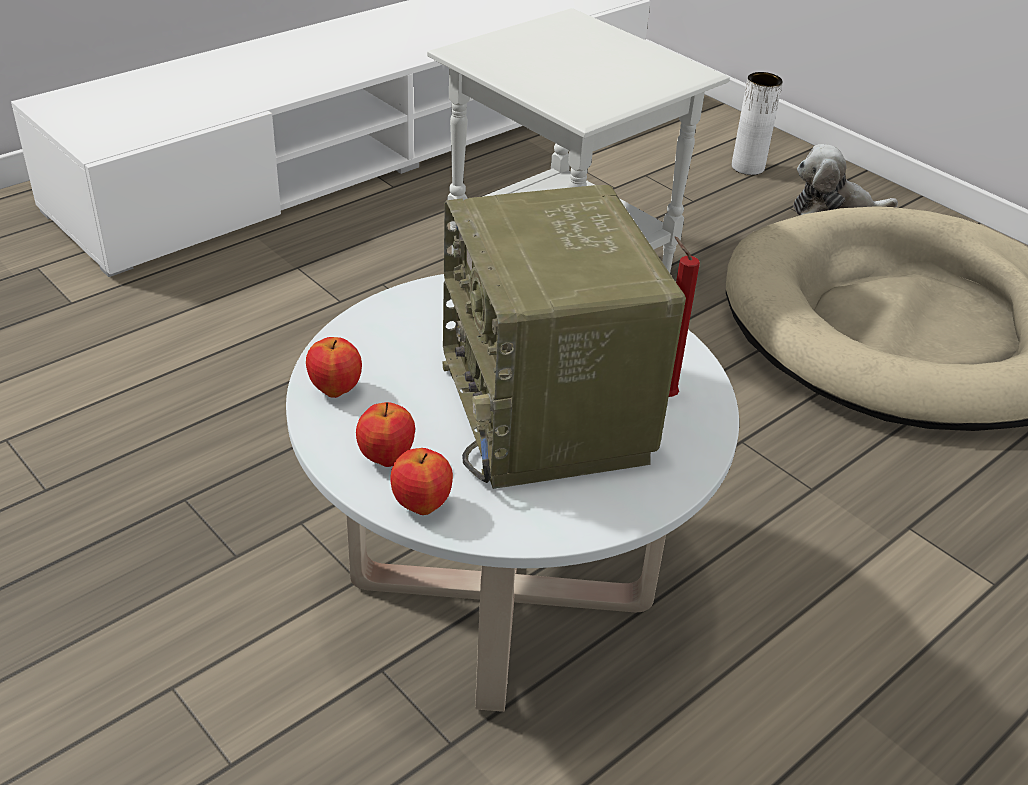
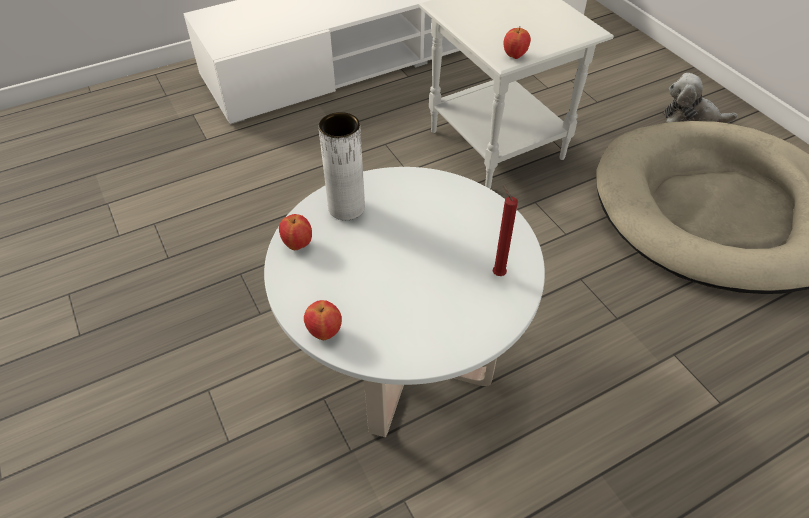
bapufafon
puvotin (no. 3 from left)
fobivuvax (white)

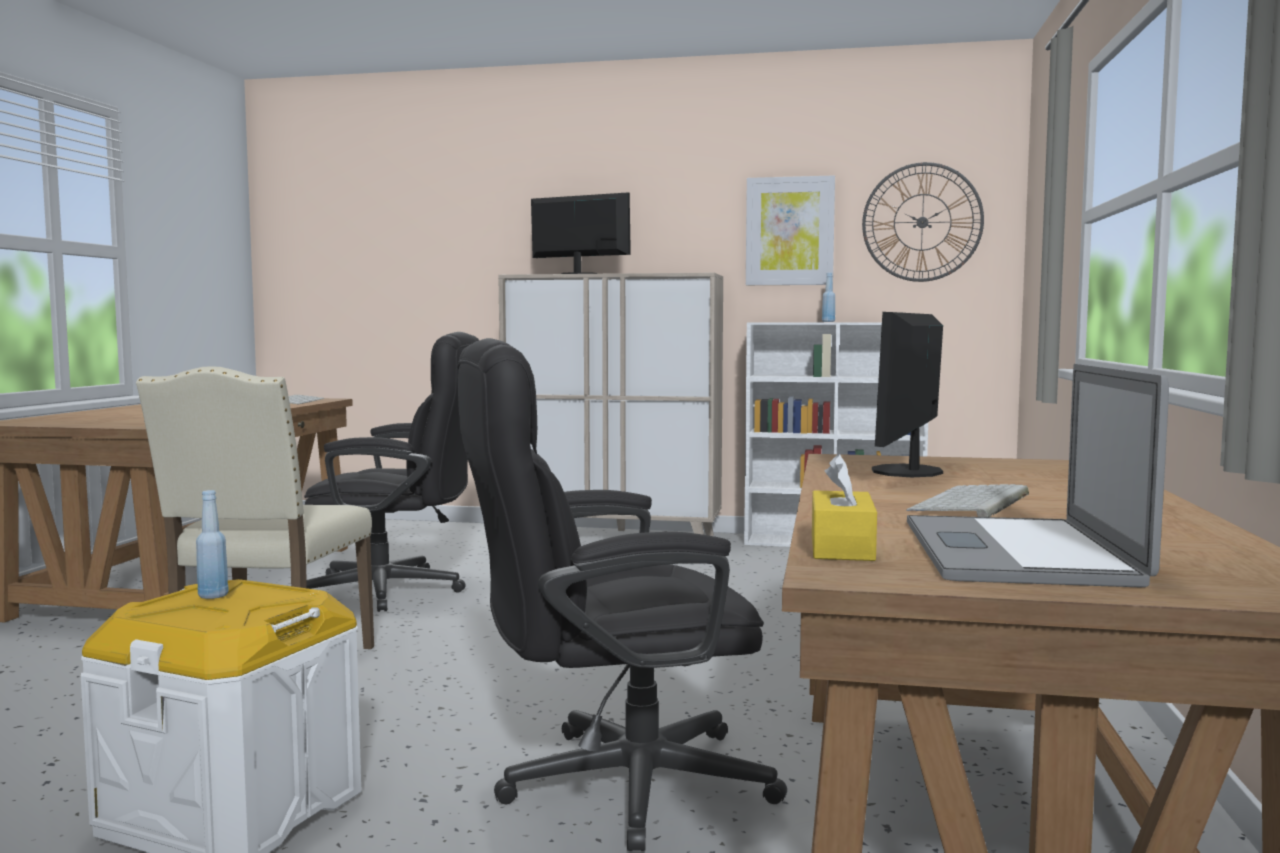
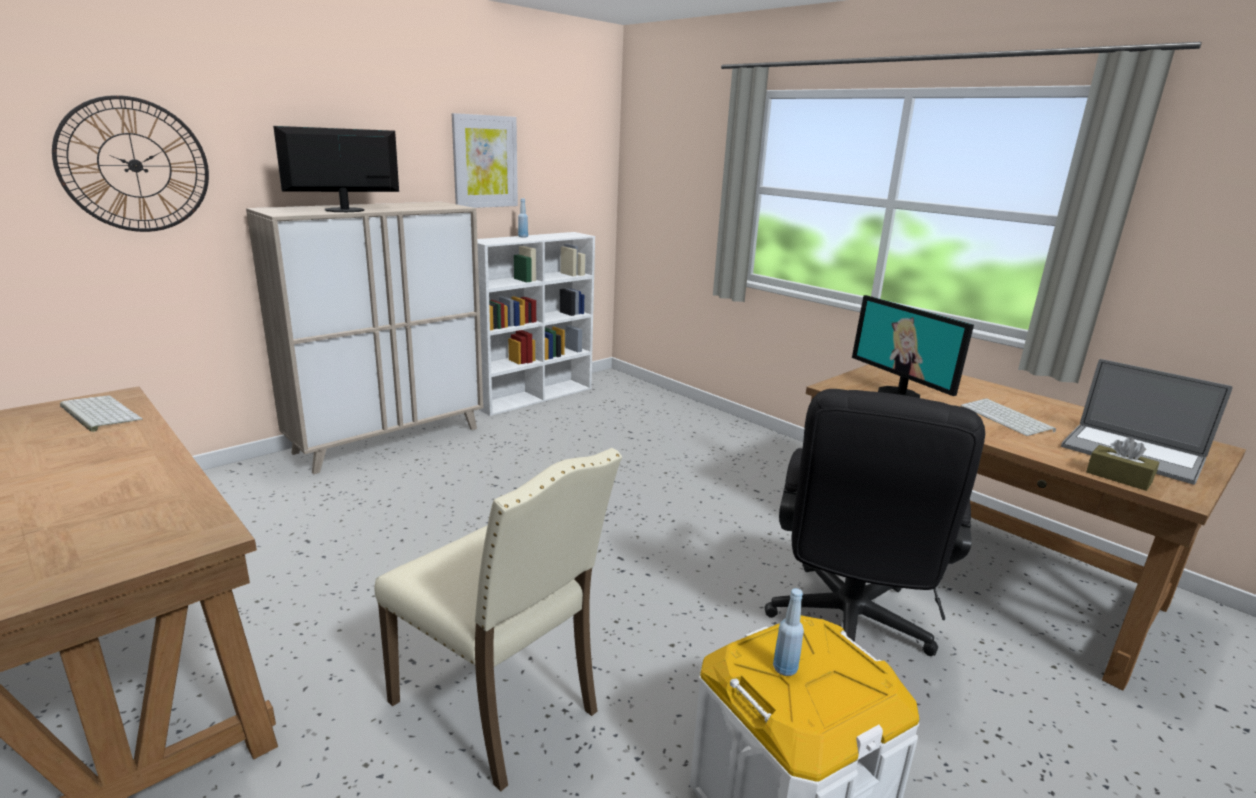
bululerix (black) (no. 1 from left in the first image)
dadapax
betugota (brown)

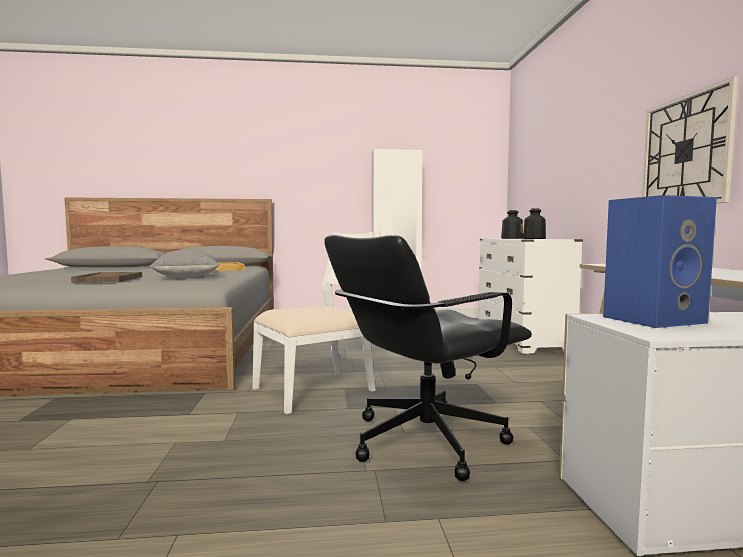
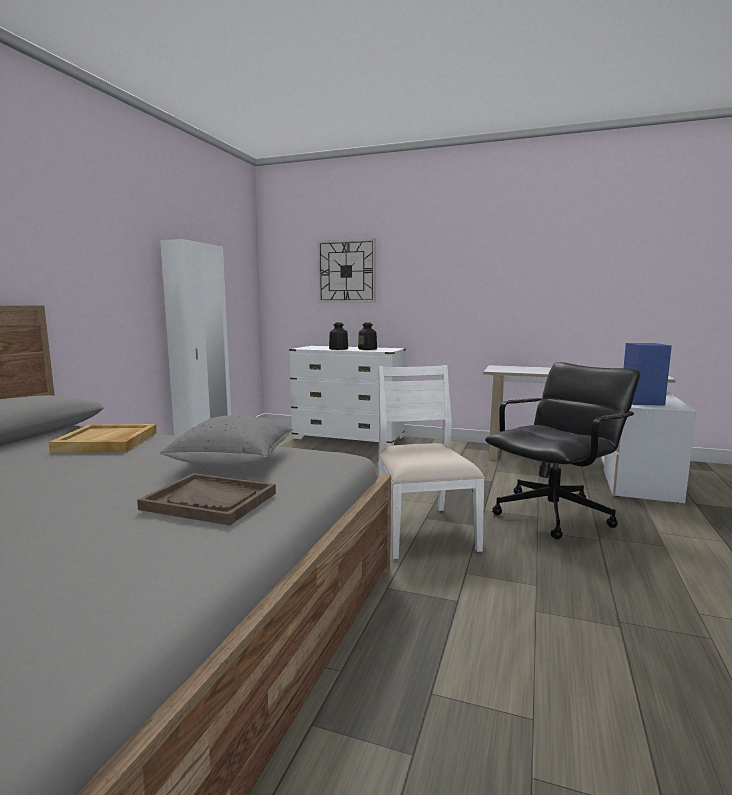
dadapax
bululerix (black)

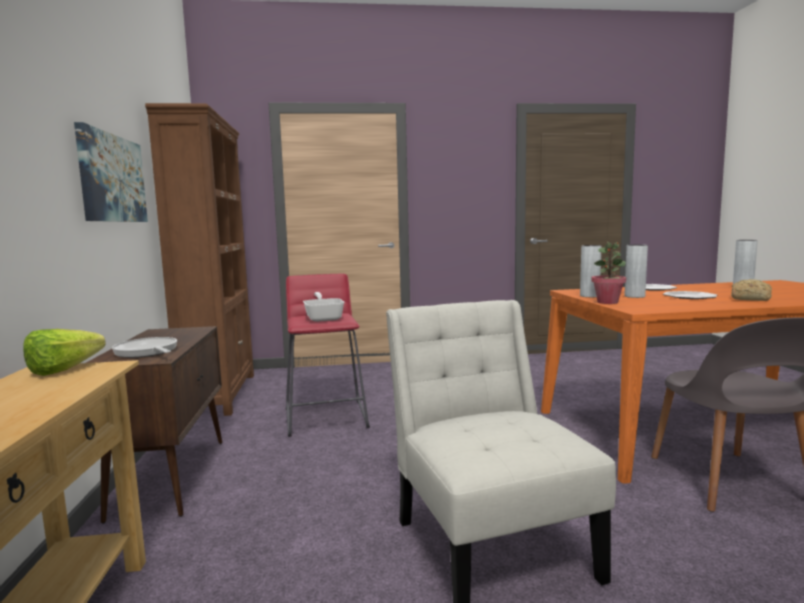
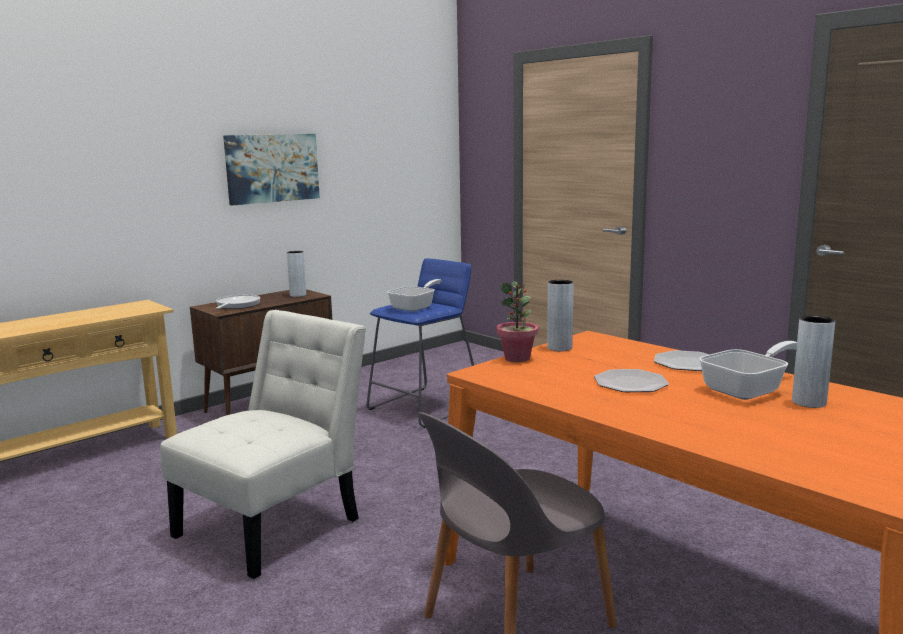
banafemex
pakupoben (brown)
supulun
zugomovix (no. 3 from left)
fobivuvax (grey) (no. 1 from left)
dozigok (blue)

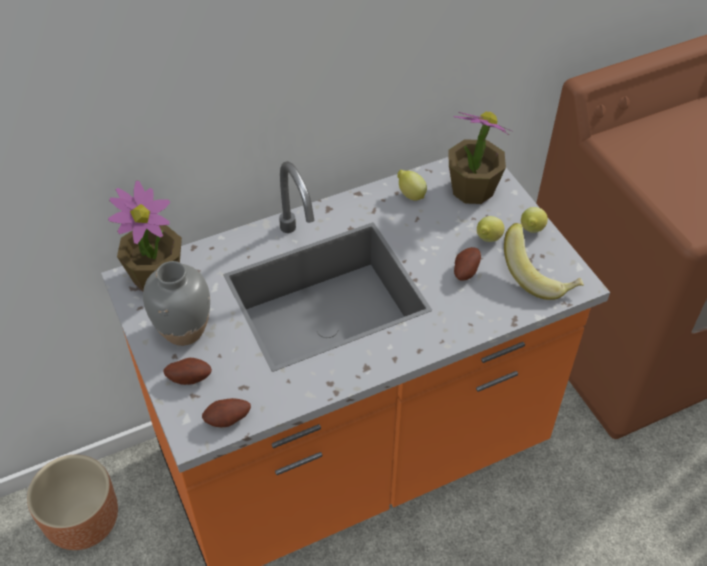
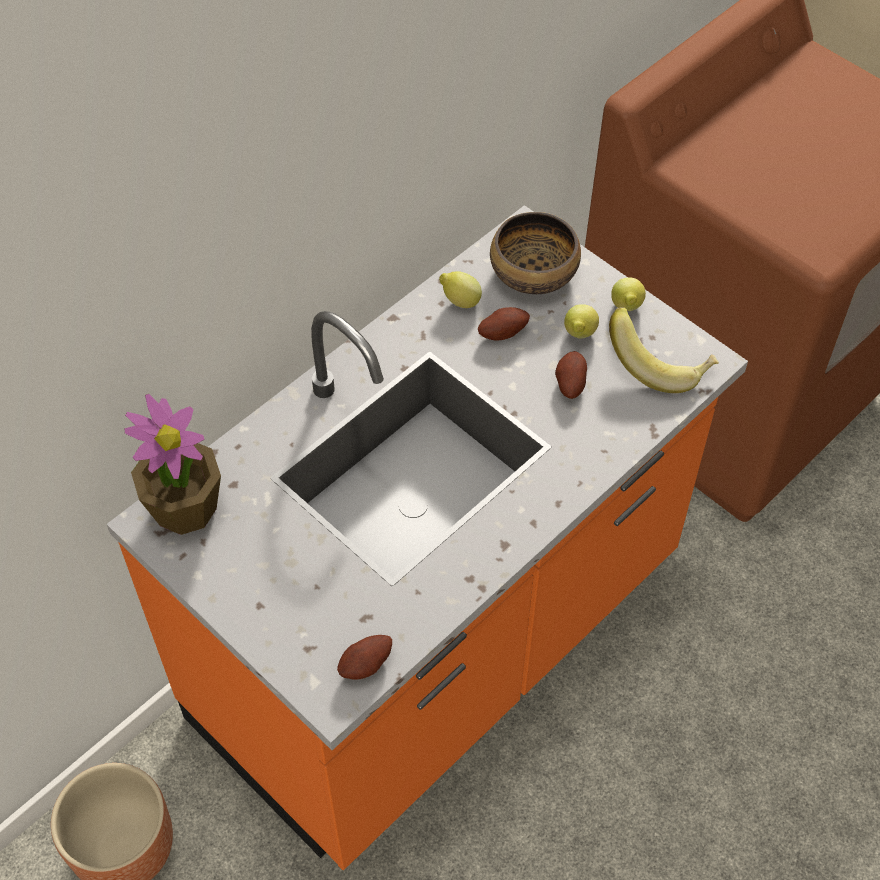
fobivuvax (grey)
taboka (no. 2 from left)
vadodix

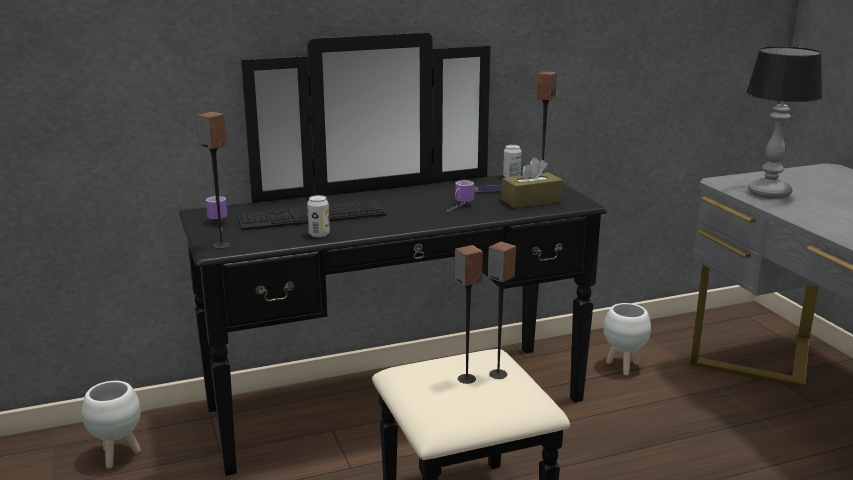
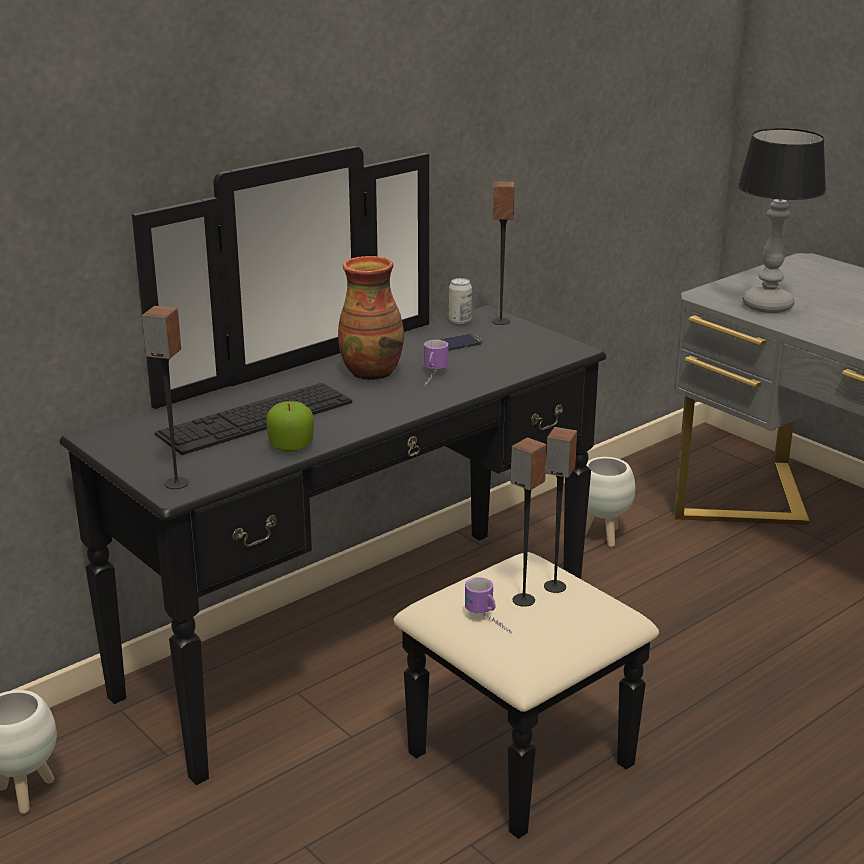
betugota (brown)
fobivuvax
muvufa (no. 2 from left)
puvotin

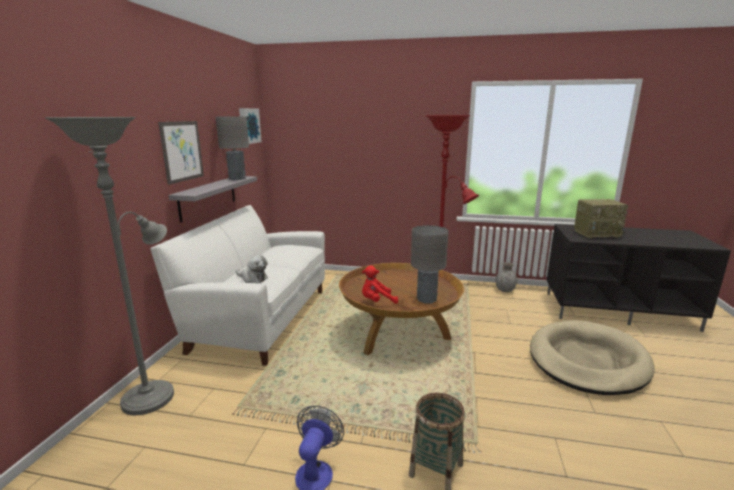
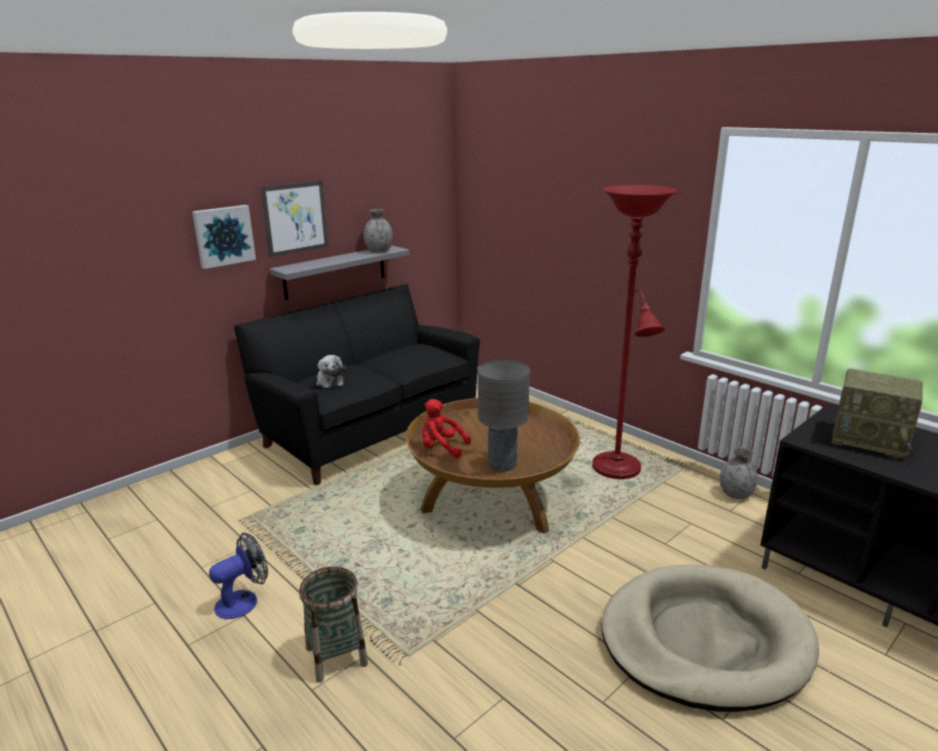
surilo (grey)
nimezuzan (no. 1 from left)
fobivuvax (grey) (no. 1 from left)
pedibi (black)

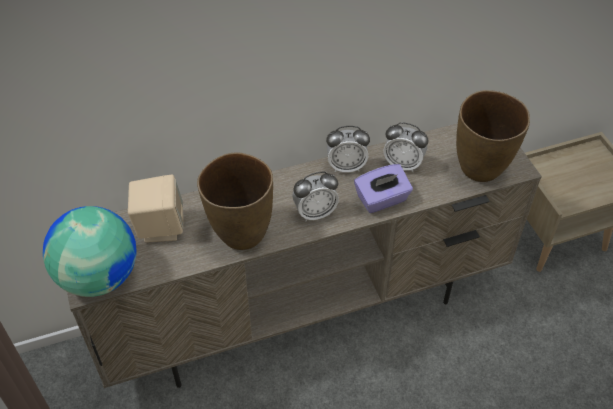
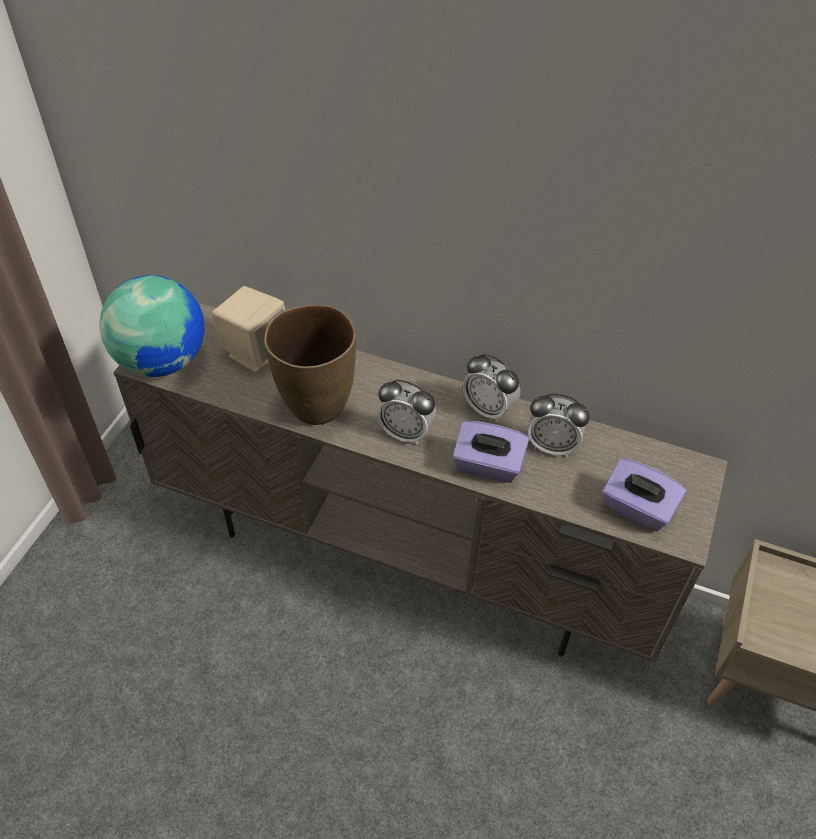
betugota (purple) (no. 2 from left)
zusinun (no. 3 from left)

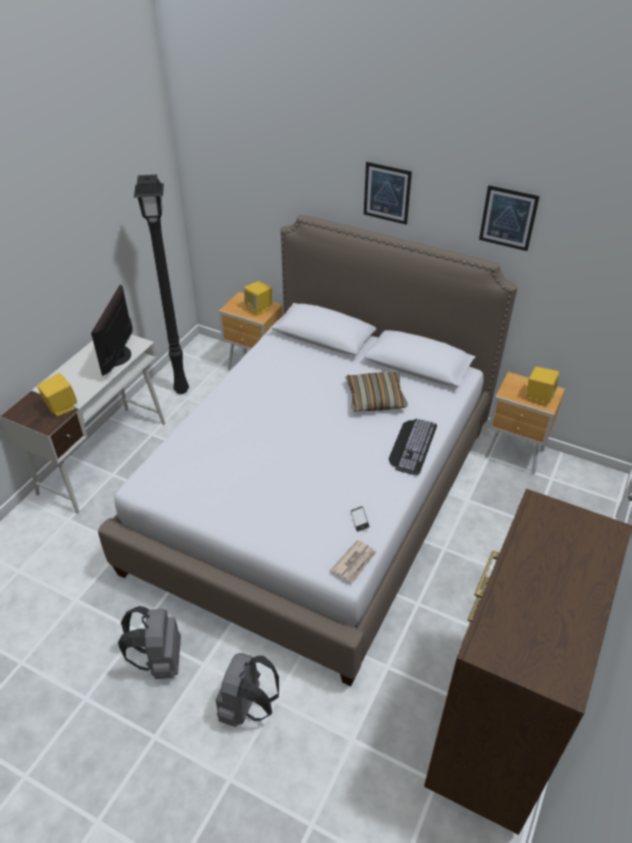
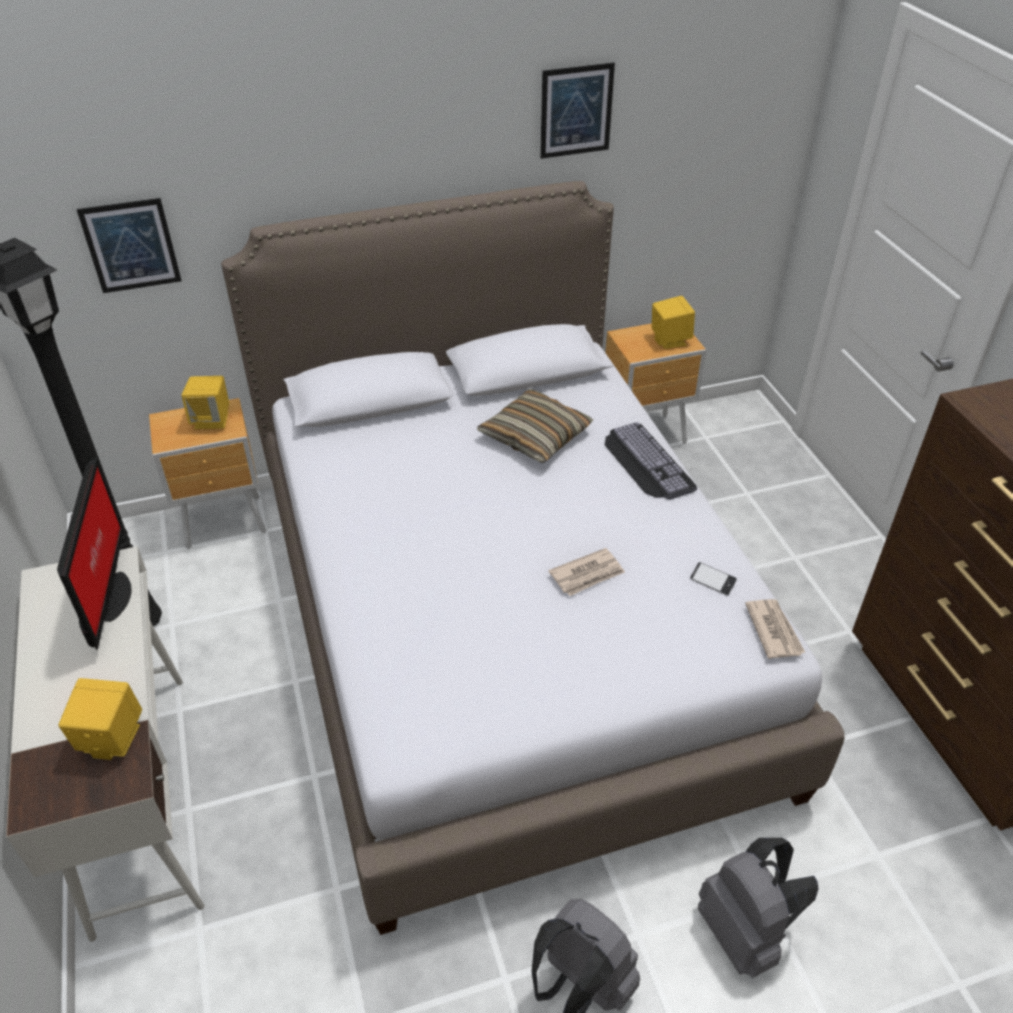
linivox (no. 1 from left)
nimezuzan (no. 1 from left)
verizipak

